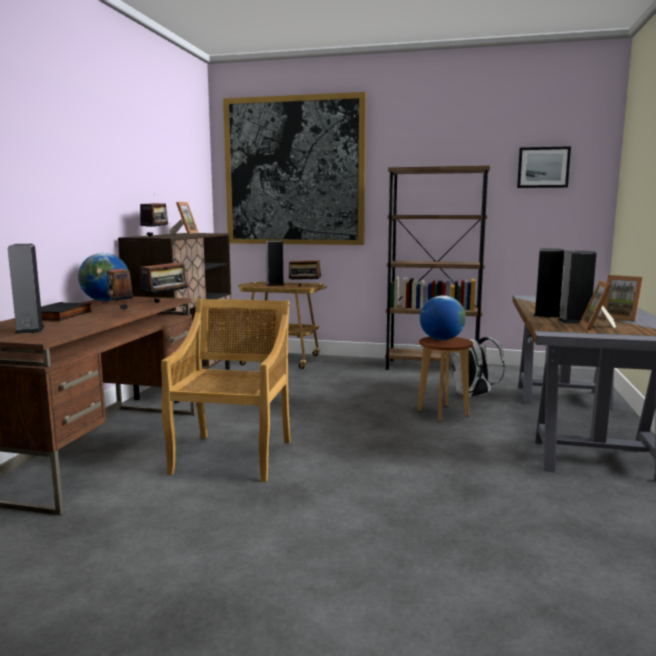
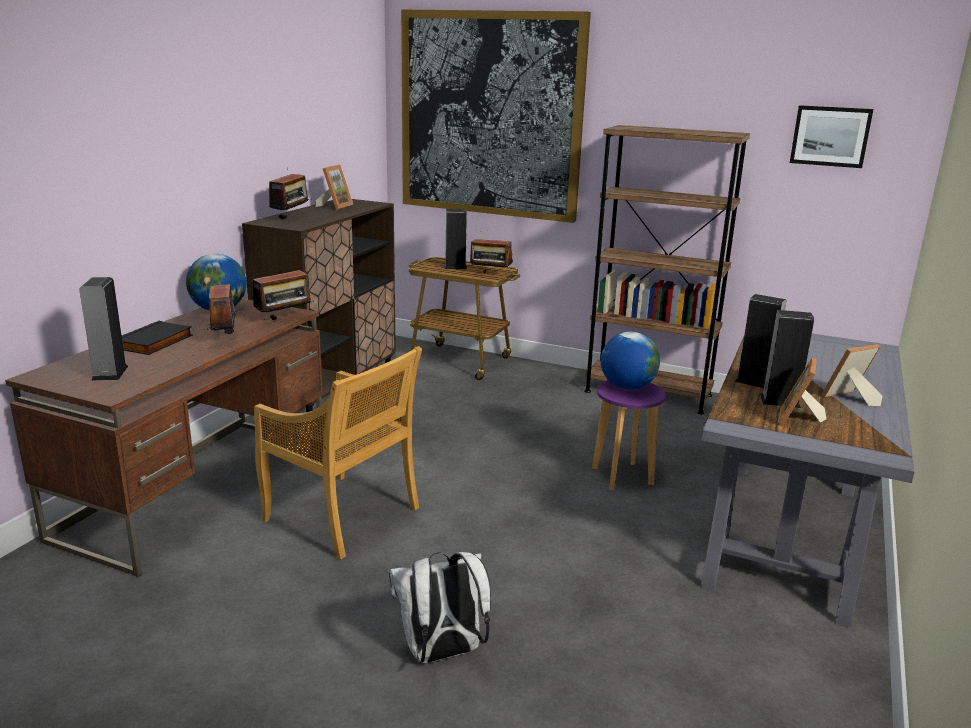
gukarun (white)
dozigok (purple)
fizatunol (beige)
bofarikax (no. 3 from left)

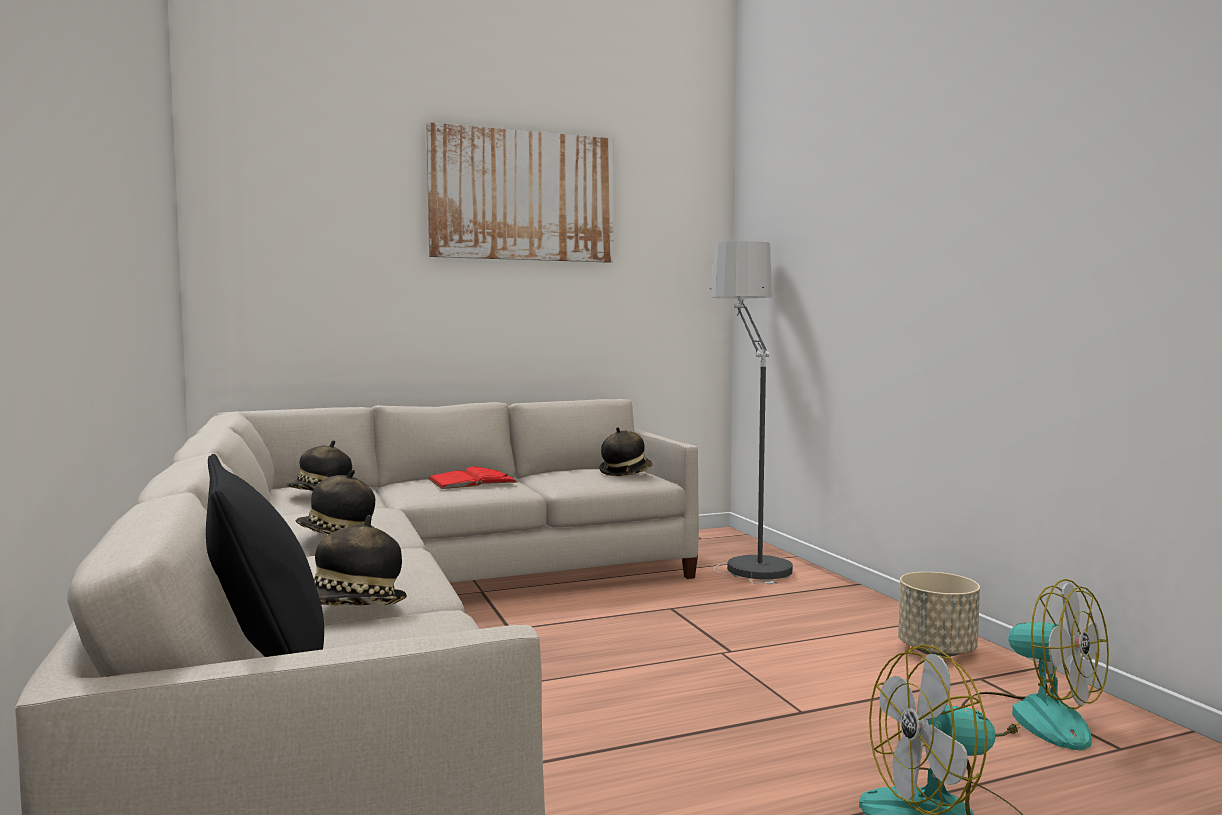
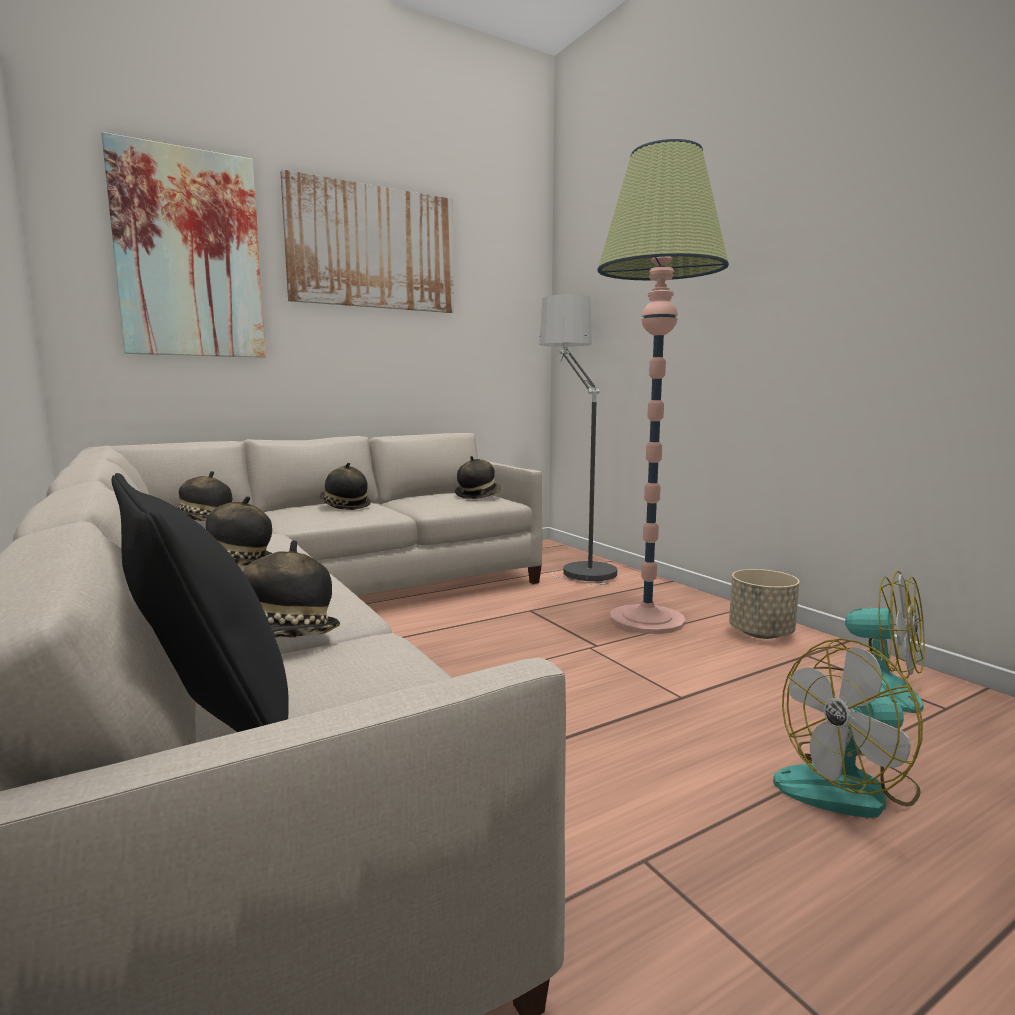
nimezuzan (no. 1 from left)
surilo (no. 2 from left)
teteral (no. 4 from left)

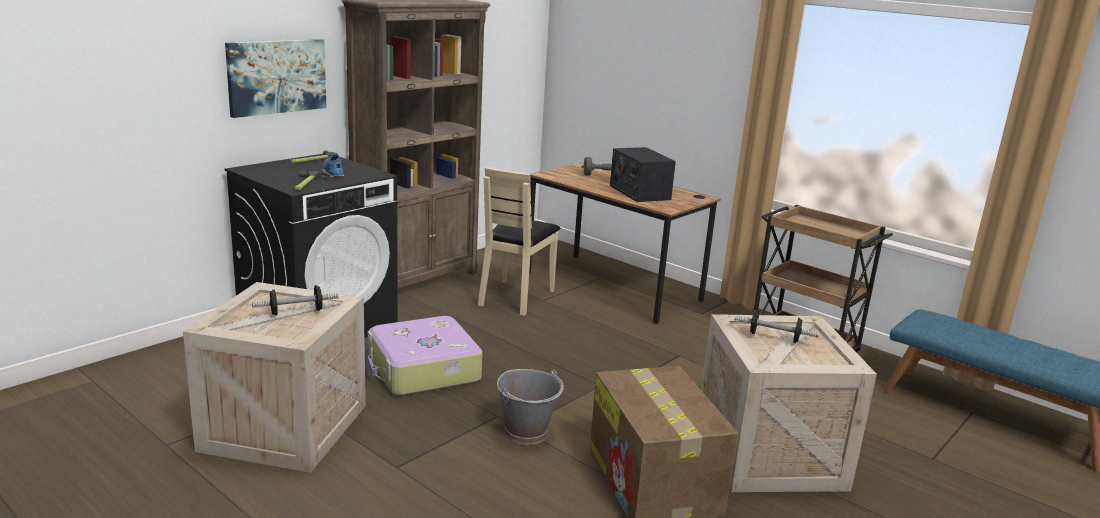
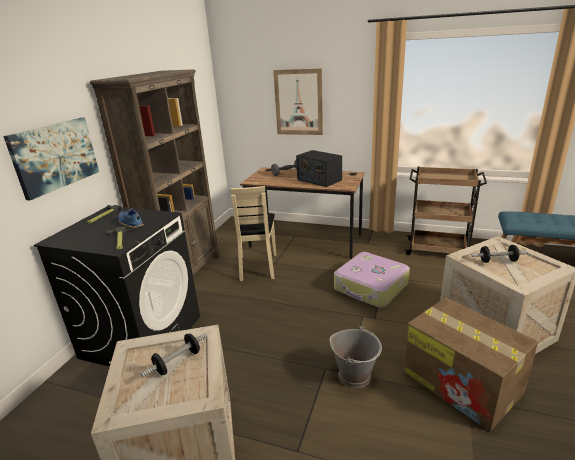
nimezuzan (no. 2 from left)
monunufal

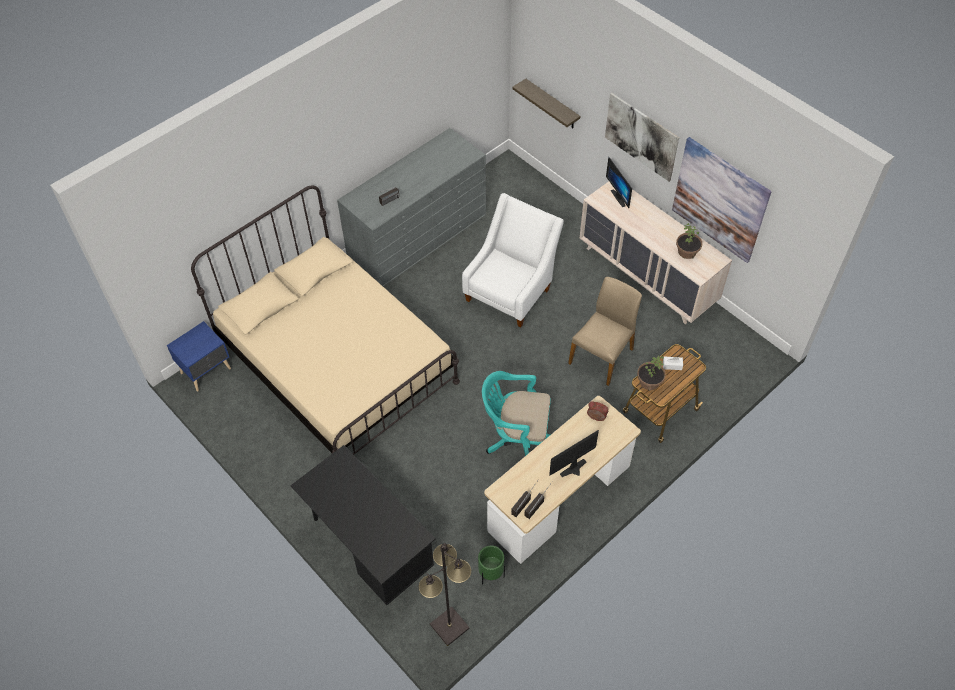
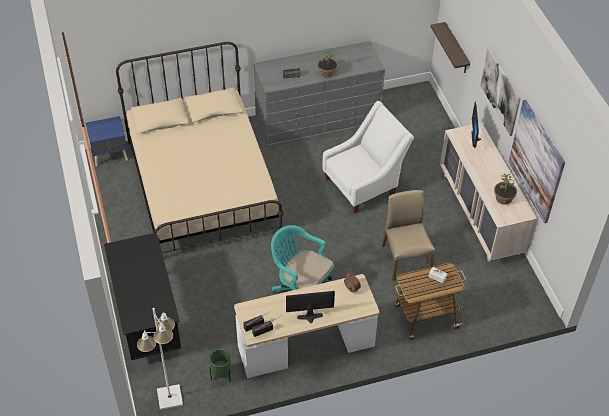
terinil (no. 1 from left)
surilo (white)
fizatunol (beige)

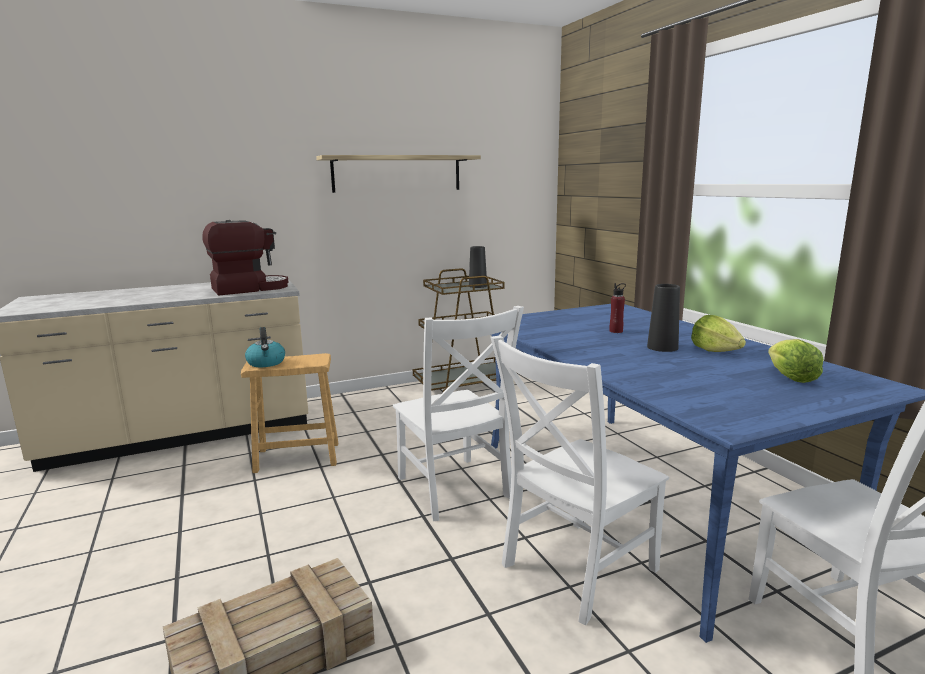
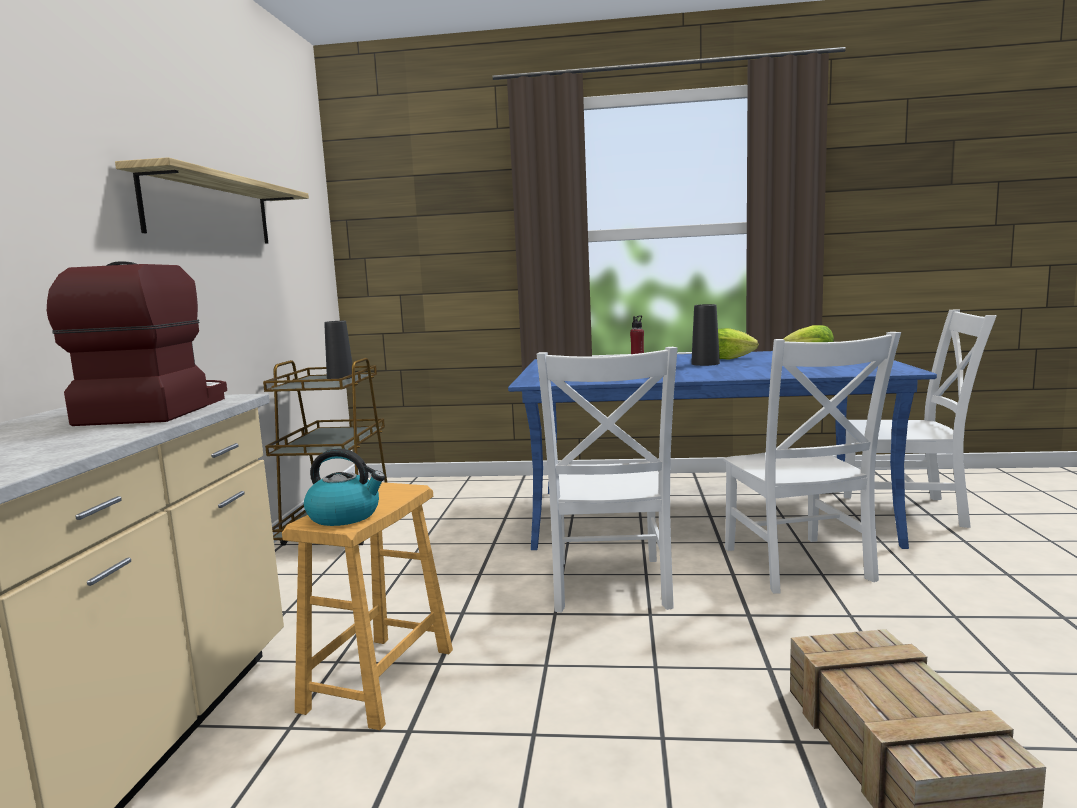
fizatunol (white) (no. 1 from left)

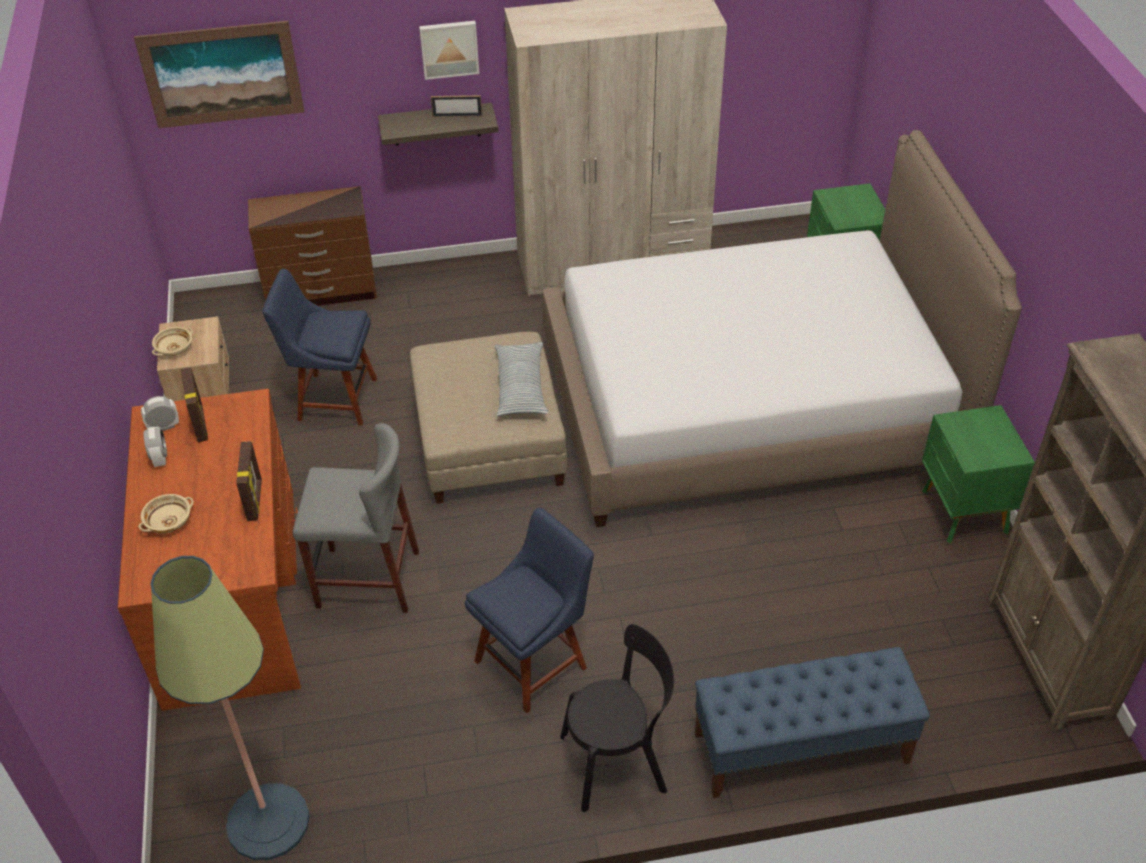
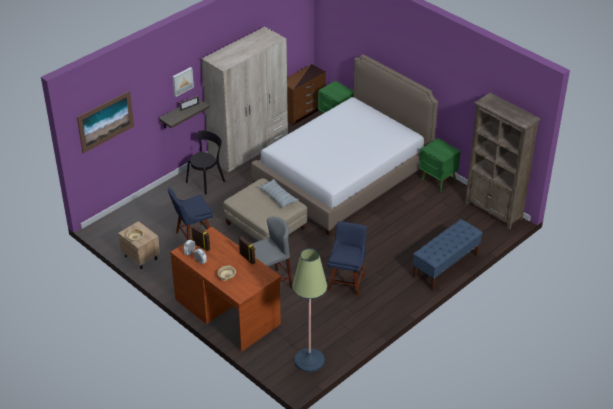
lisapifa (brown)
fizatunol (black)

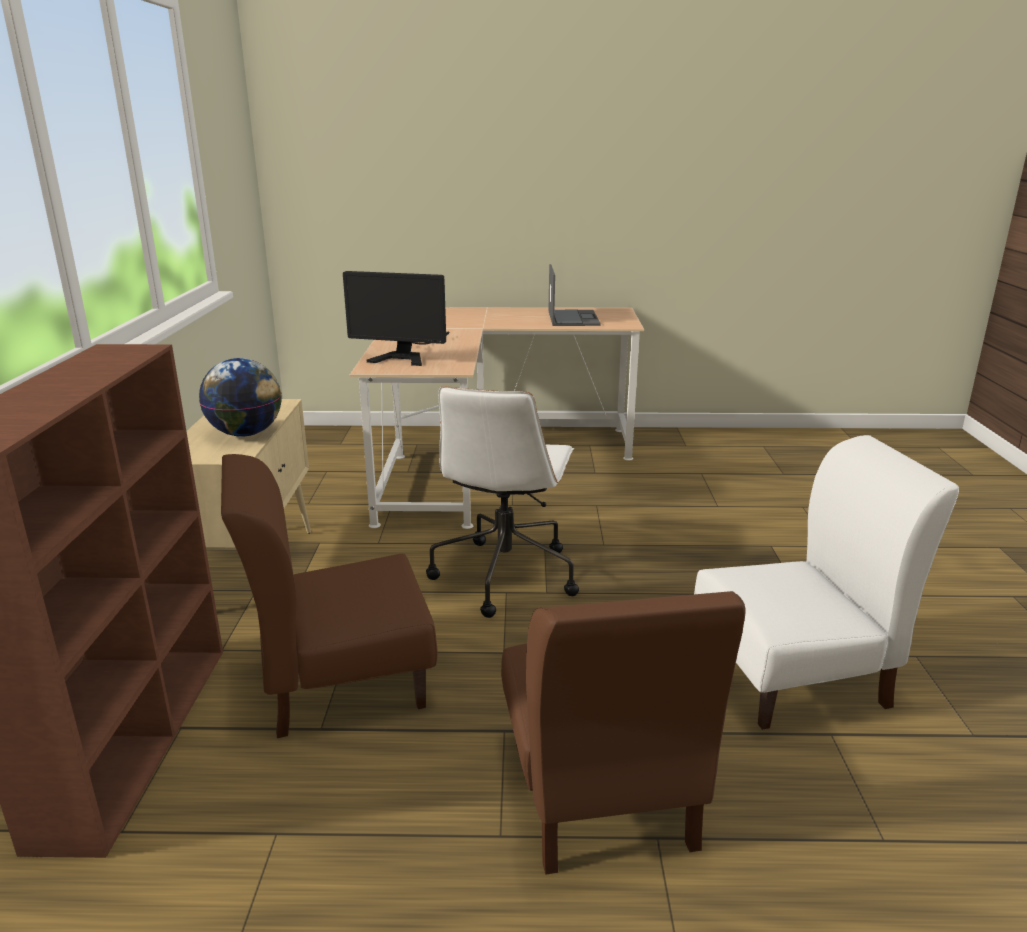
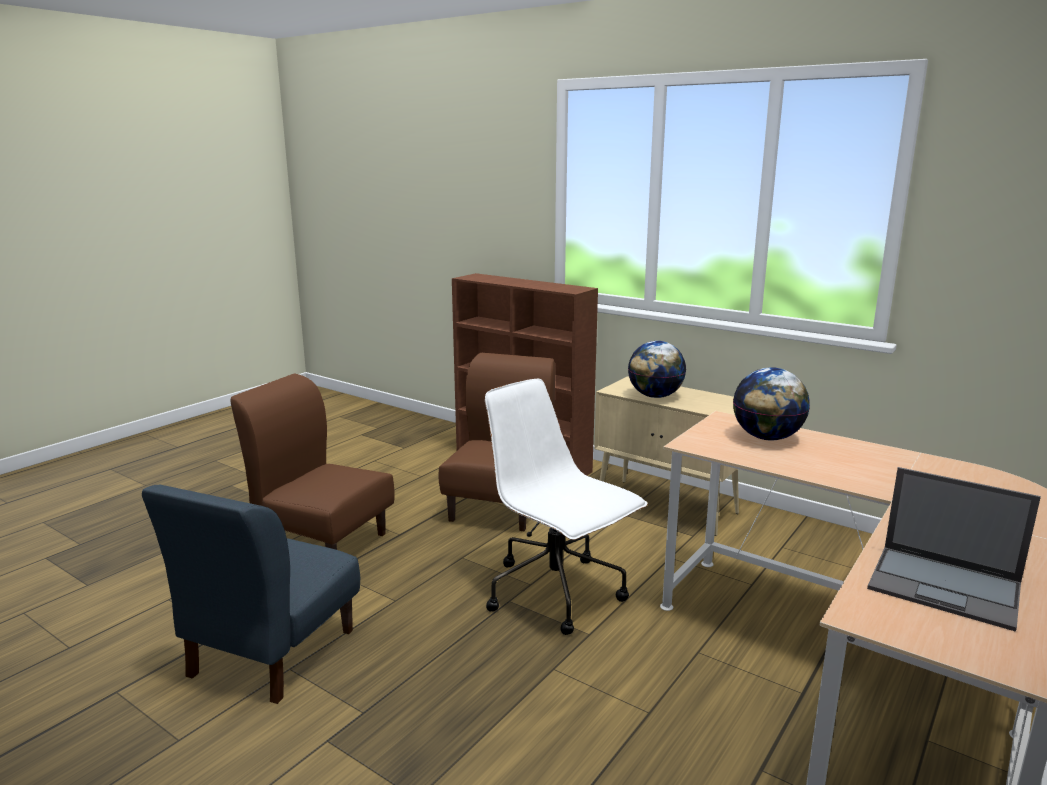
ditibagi (no. 2 from left)
fizatunol (blue)

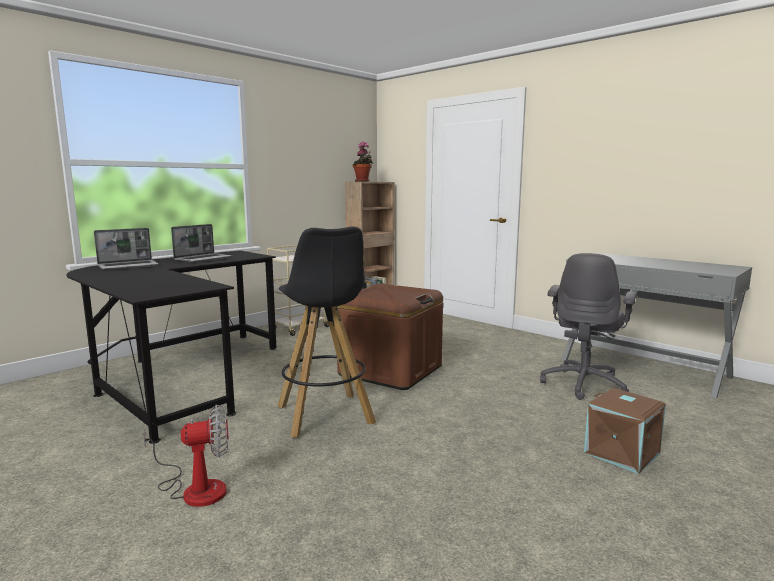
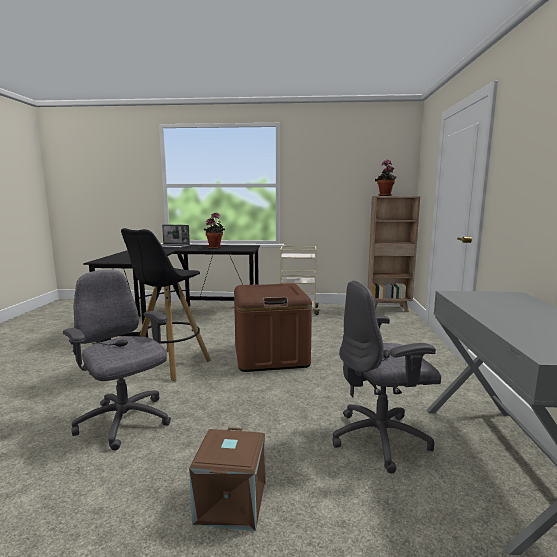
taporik
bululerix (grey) (no. 1 from left)
terinil (no. 1 from left)

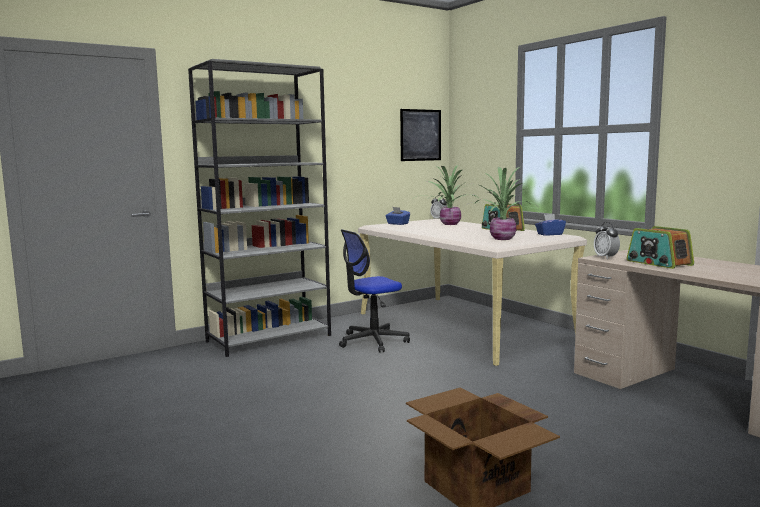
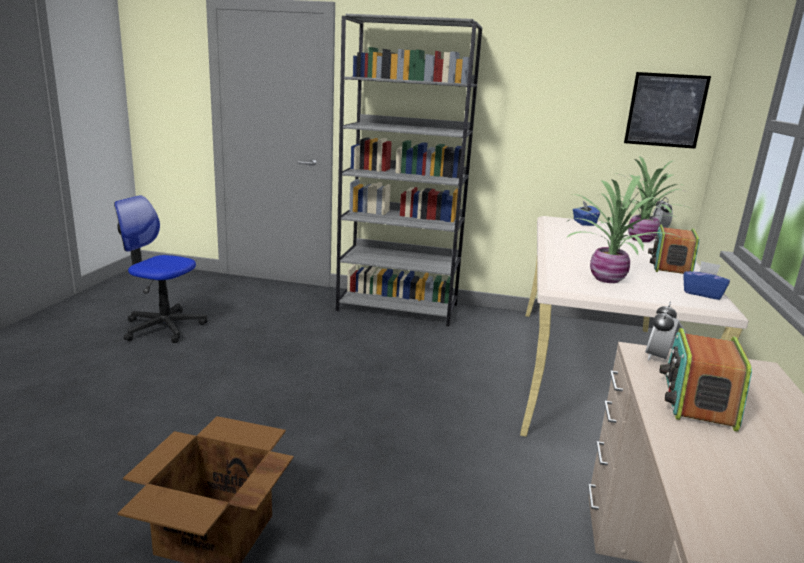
bululerix

